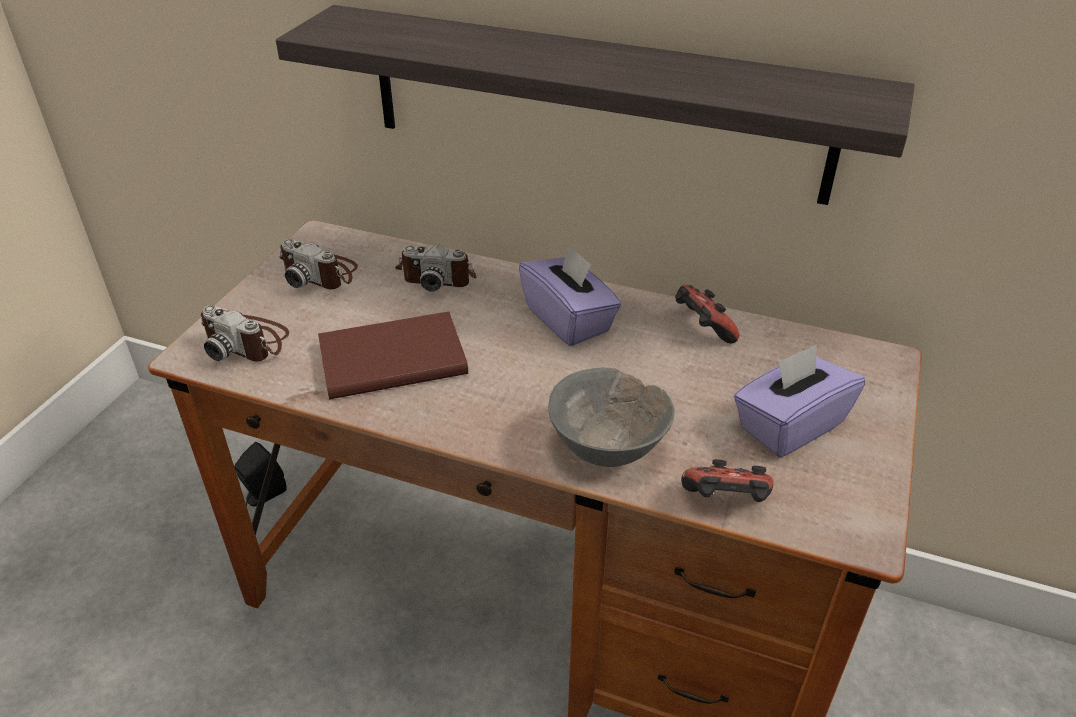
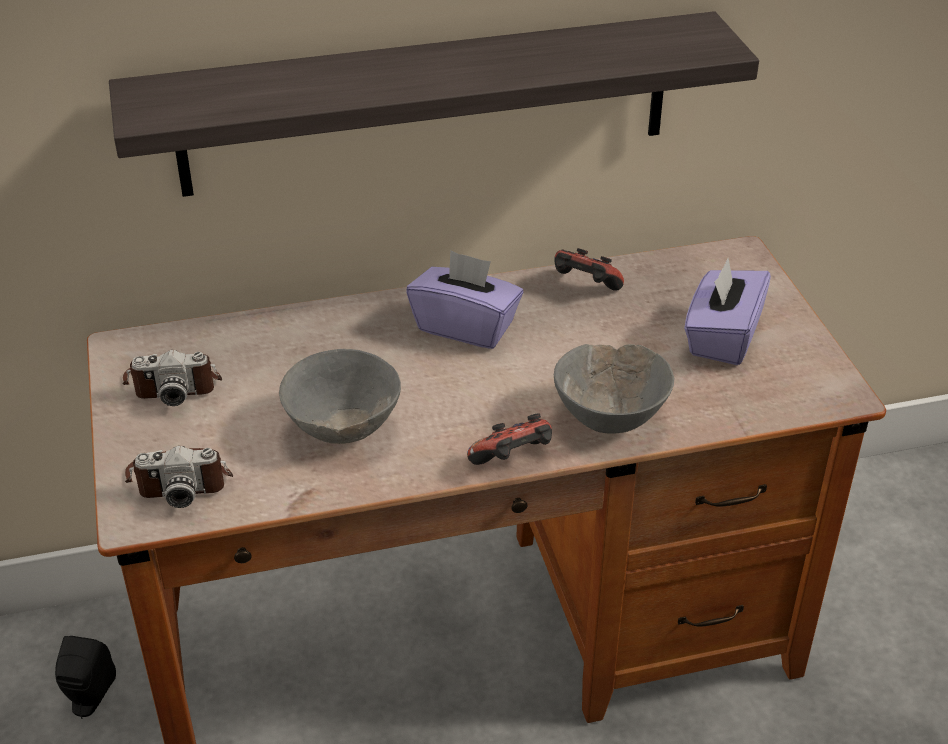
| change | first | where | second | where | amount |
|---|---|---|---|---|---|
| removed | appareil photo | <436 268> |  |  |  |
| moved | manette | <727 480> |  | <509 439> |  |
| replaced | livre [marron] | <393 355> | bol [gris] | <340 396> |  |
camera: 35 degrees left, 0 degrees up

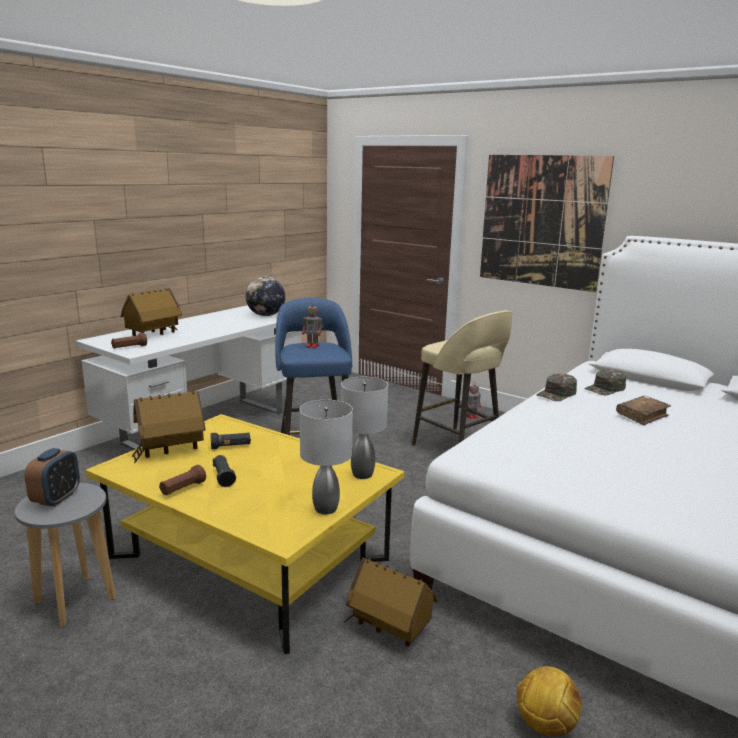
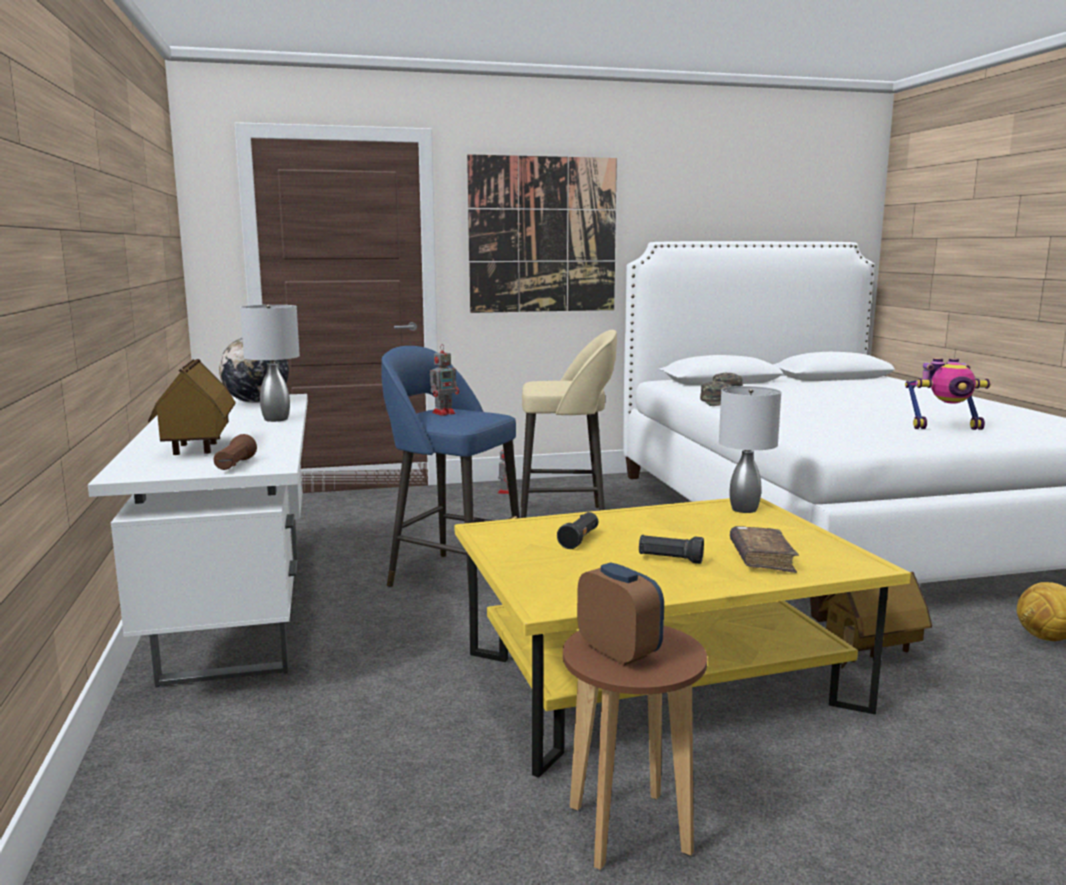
| change | first | where | second | where | amount |
|---|---|---|---|---|---|
| removed | maison miniature | <169 427> |  |  |  |
| removed | lampe de poche [marron] | <182 480> |  |  |  |
| added |  |  | robot jouet | <948 394> |  |
| moved | lampe de table [gris] | <326 457> |  | <270 363> |  |
| moved | livre [marron] | <643 410> |  | <764 549> |  |
| recoloured | tabouret [gris] | <65 555> | tabouret [marron] | <635 748> |  |
camera: 50 degrees left, 5 degrees down

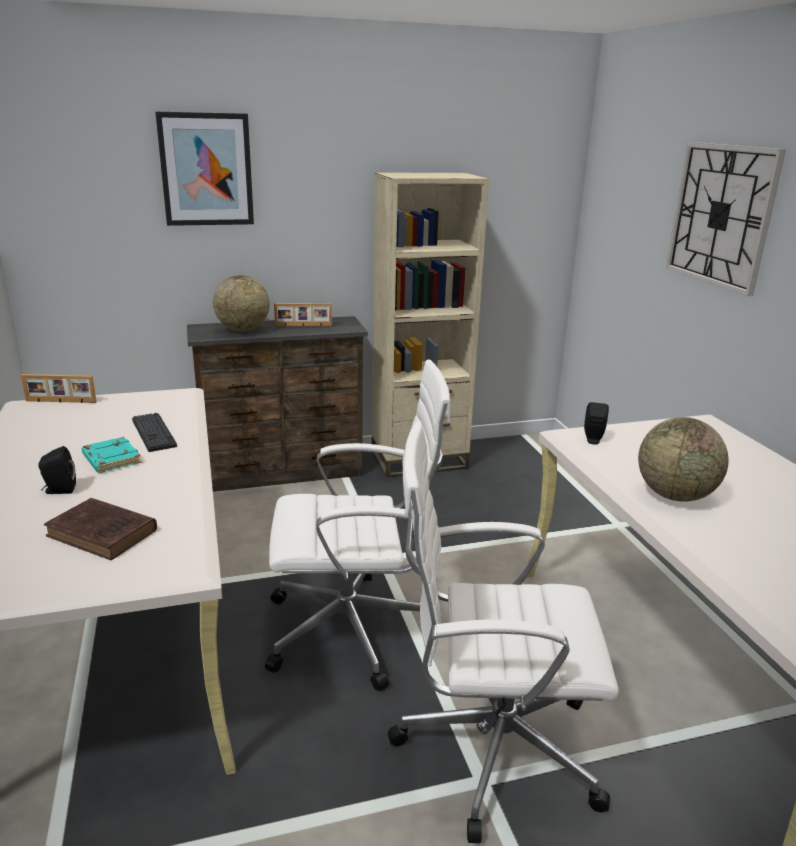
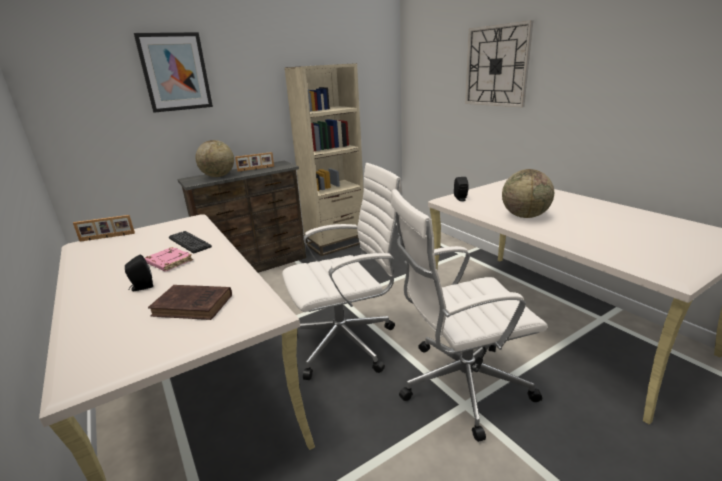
| change | first | where | second | where | amount |
|---|---|---|---|---|---|
| recoloured | livre [turquoise] | <111 455> | livre [rose] | <169 259> |  |
camera: 15 degrees left, 0 degrees up

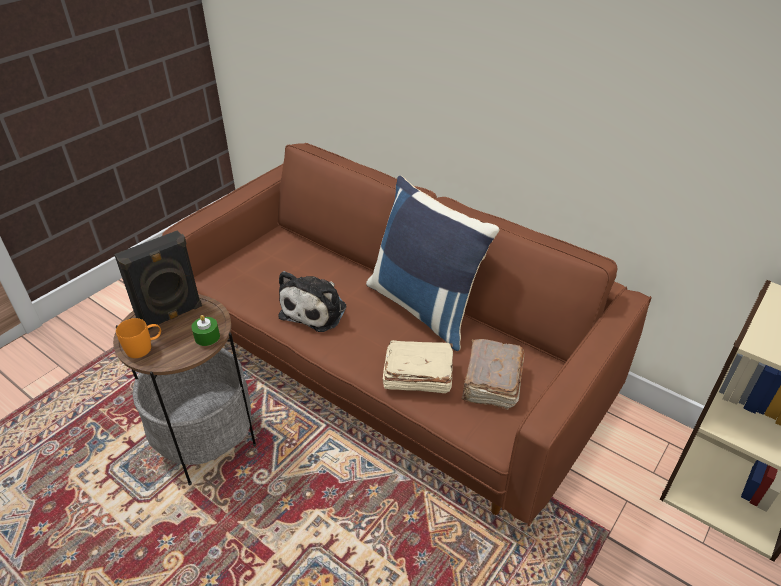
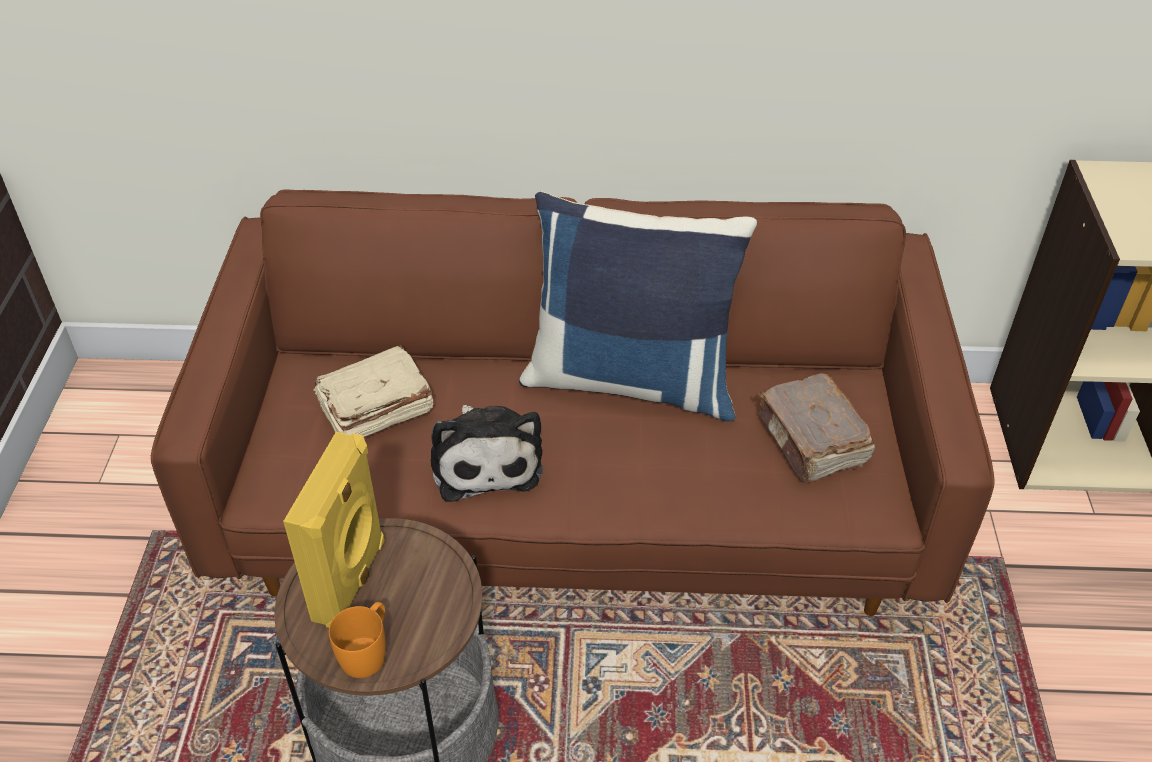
| change | first | where | second | where | amount |
|---|---|---|---|---|---|
| removed | bougie [vert] | <205 330> |  |  |  |
| moved | livre [beige] | <417 366> |  | <373 391> |  |
| recoloured | enceinte [noir] | <158 280> | enceinte [jaune] | <334 530> |  |
camera: 35 degrees left, 5 degrees up

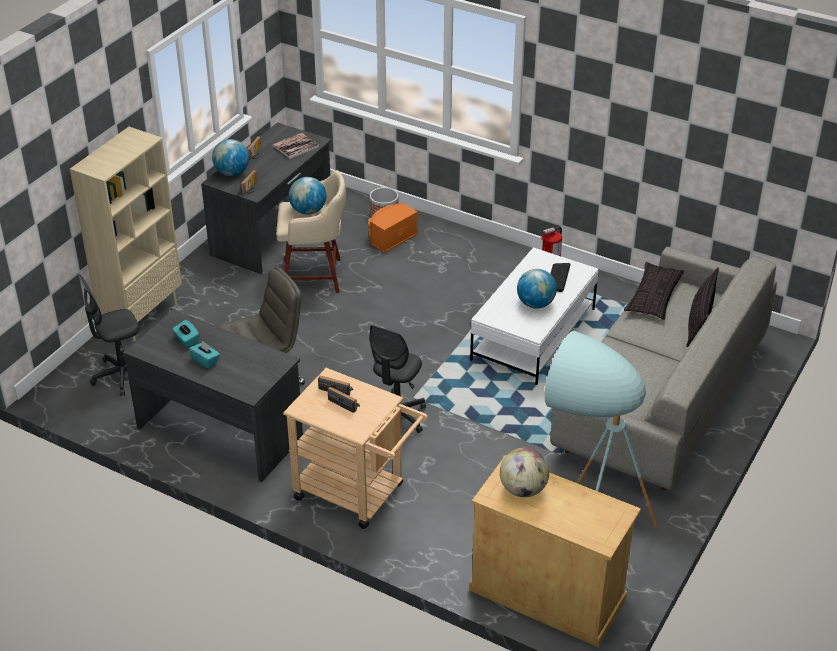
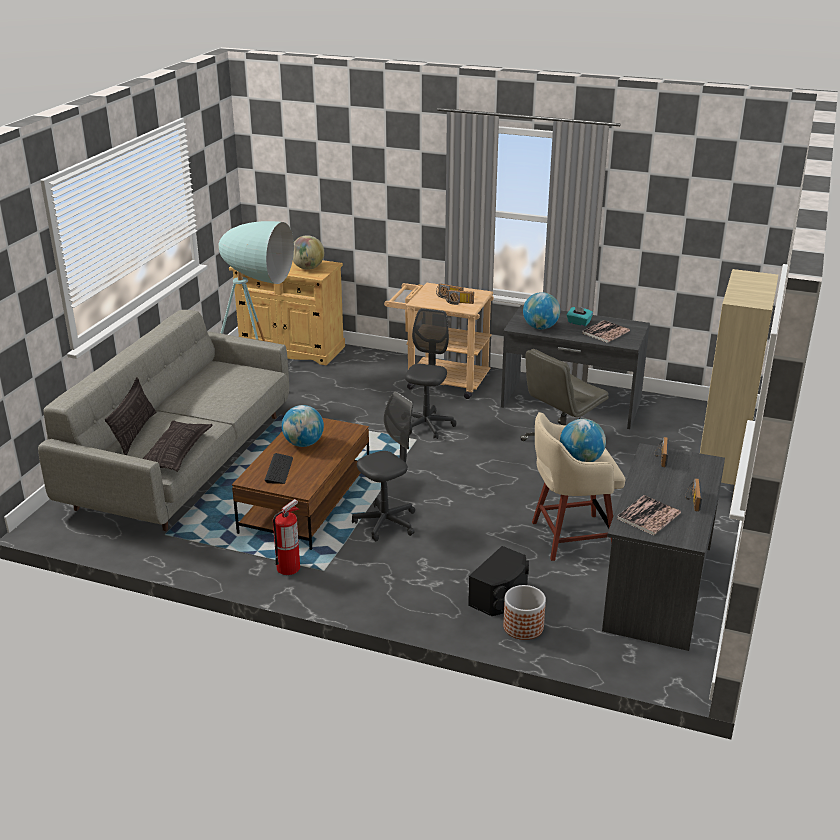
| change | first | where | second | where | amount |
|---|---|---|---|---|---|
| moved | chaise de bureau [gris] | <108 335> |  | <383 466> |  |
| moved | globe | <230 157> |  | <541 310> |  |
| replaced | boîte à mouchoirs [turquoise] | <185 334> | livre | <606 331> |  |
| recoloured | enceinte [orange] | <393 228> | enceinte [noir] | <498 581> |  |
| recoloured | table basse [blanc] | <534 316> | table basse [marron] | <300 484> |  |
camera: 170 degrees right, 10 degrees down

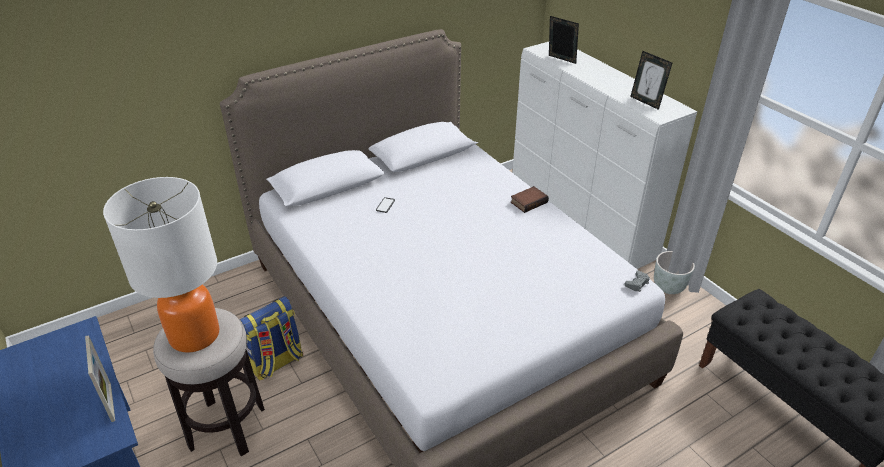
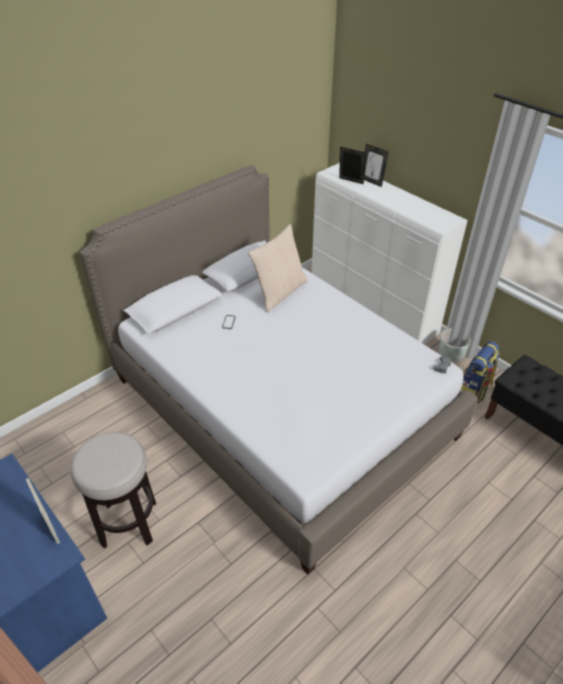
| change | first | where | second | where | amount |
|---|---|---|---|---|---|
| removed | lampe de table | <161 265> |  |  |  |
| removed | livre | <530 199> |  |  |  |
| added |  |  | coussin [beige] | <278 268> |  |
| moved | sac à dos | <271 338> |  | <480 372> |  |
| moved | cadre photo | <651 80> |  | <376 165> |  |
camera: 10 degrees left, 5 degrees up

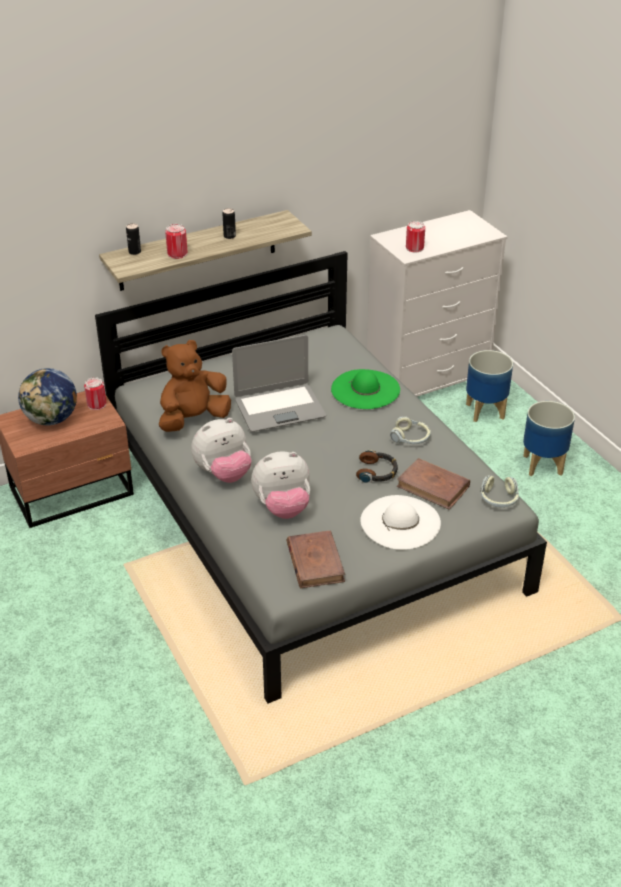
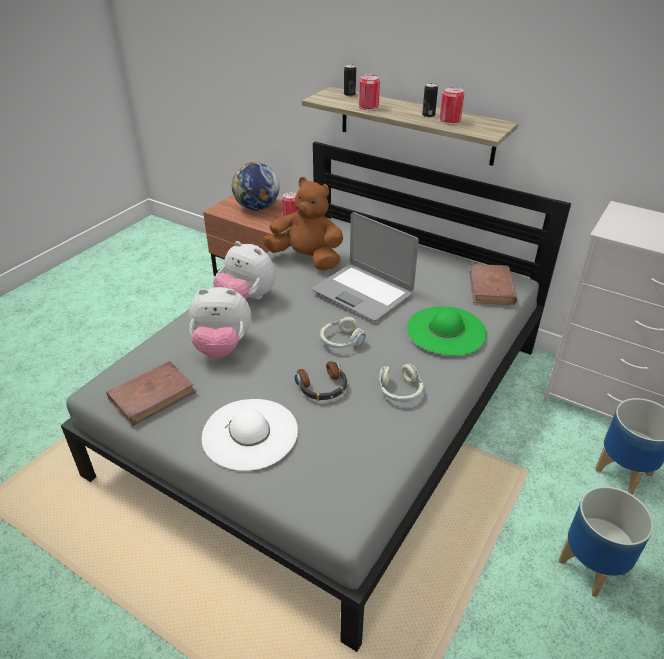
| change | first | where | second | where | amount |
|---|---|---|---|---|---|
| moved | livre [marron] | <433 484> |  | <493 284> |  |
| moved | boîte métallique | <415 236> |  | <452 105> |  |
| moved | casque audio | <500 491> |  | <343 332> |  |
| turned | peluche | <280 485> |  | <220 322> | 45 degrees counterclockwise |
camera: 60 degrees right, 0 degrees up

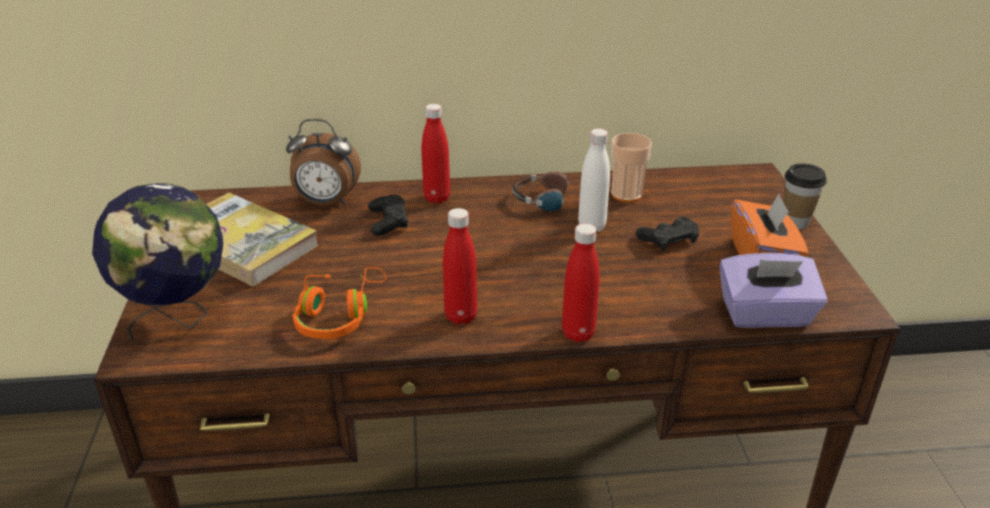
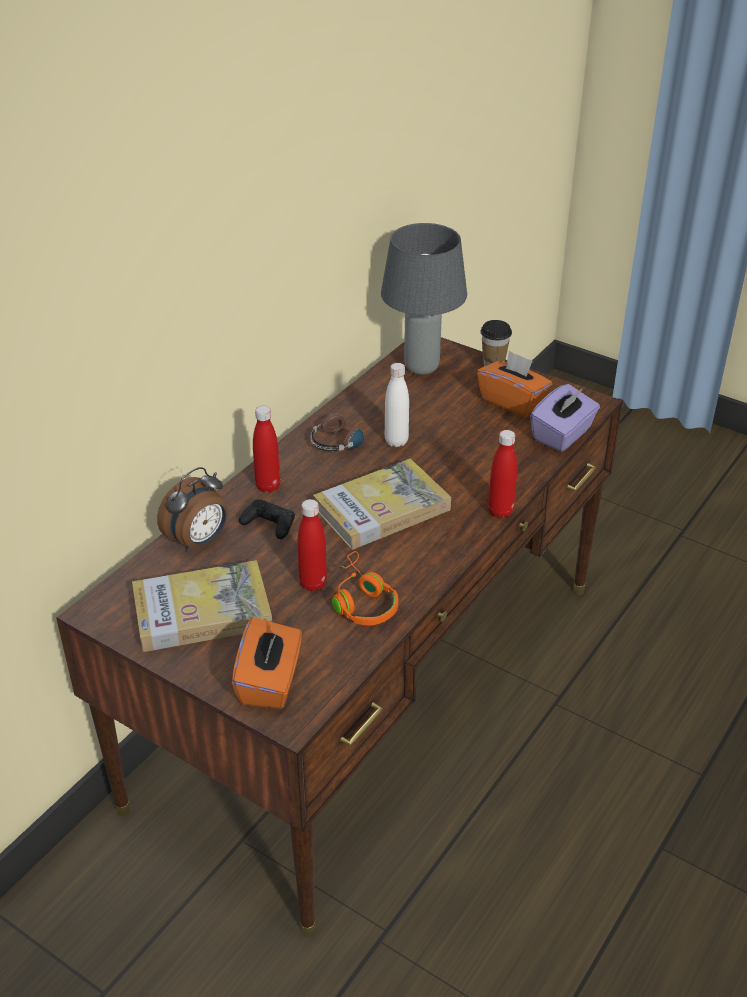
| change | first | where | second | where | amount |
|---|---|---|---|---|---|
| removed | tasse | <631 168> |  |  |  |
| removed | manette [noir] | <667 234> |  |  |  |
| added |  |  | livre | <382 504> |  |
| added |  |  | lampe de table [gris] | <424 299> |  |
| moved | bouteille [rouge] | <460 266> |  | <312 545> |  |
| replaced | globe | <157 262> | boîte à mouchoirs [orange] | <267 663> |  |
camera: 50 degrees left, 5 degrees up

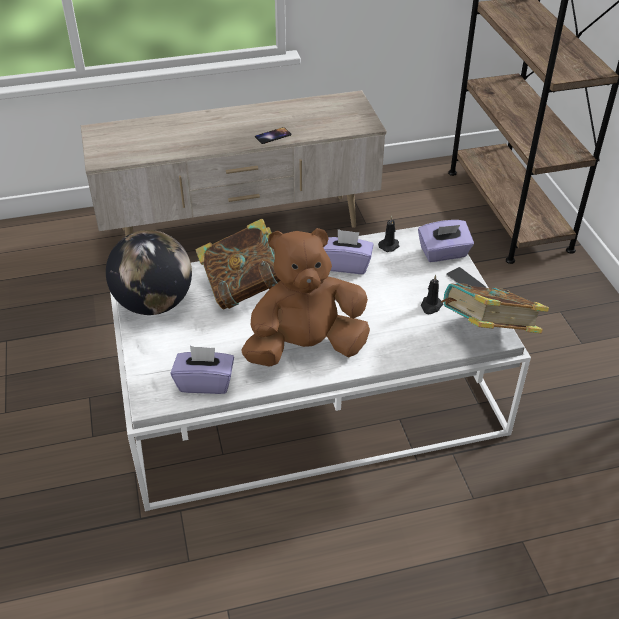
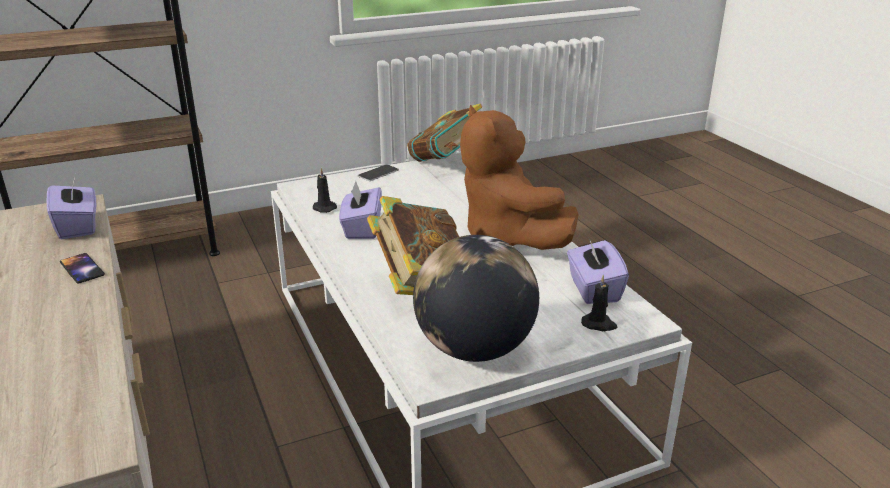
| change | first | where | second | where | amount |
|---|---|---|---|---|---|
| moved | boîte à mouchoirs [violet] | <446 241> |  | <71 206> |  |
| moved | bougie [noir] | <432 294> |  | <599 302> |  |
camera: 100 degrees left, 15 degrees down

